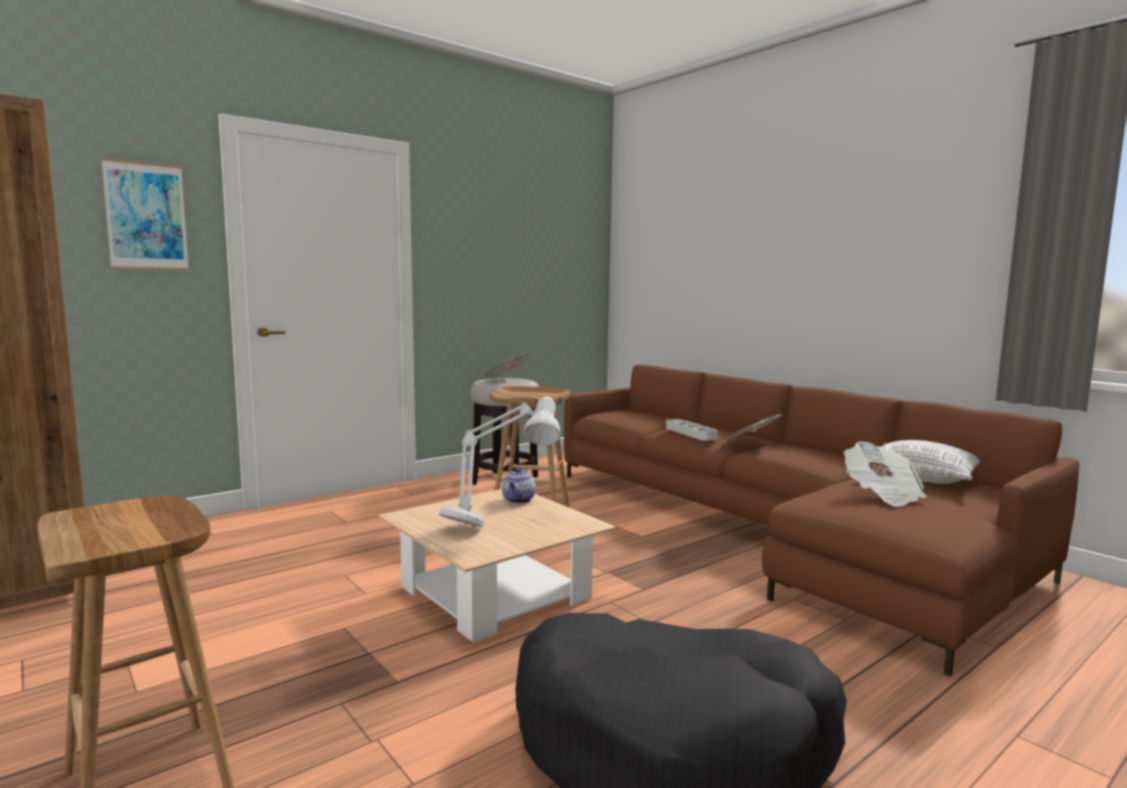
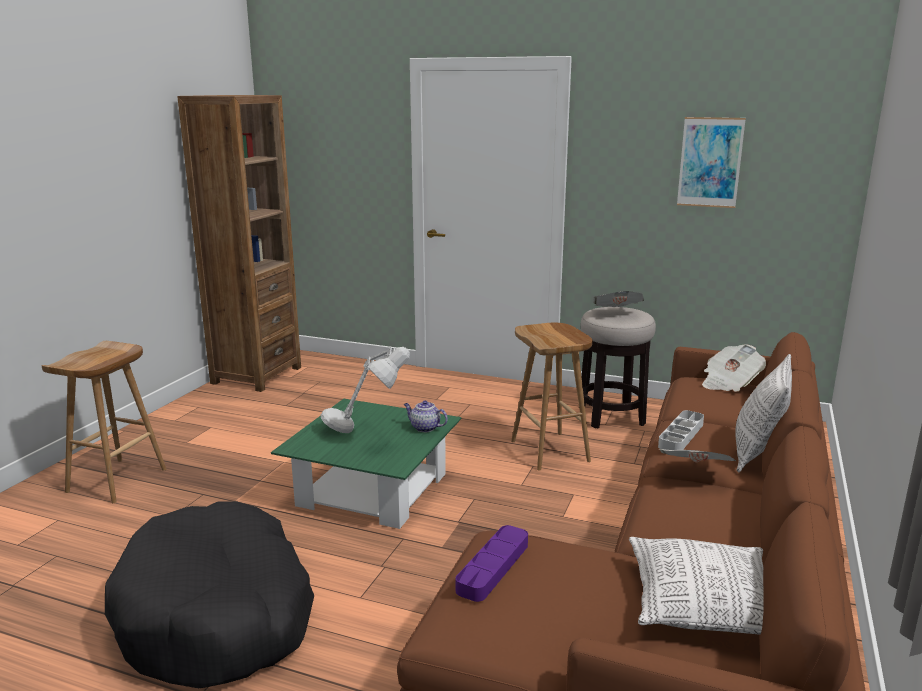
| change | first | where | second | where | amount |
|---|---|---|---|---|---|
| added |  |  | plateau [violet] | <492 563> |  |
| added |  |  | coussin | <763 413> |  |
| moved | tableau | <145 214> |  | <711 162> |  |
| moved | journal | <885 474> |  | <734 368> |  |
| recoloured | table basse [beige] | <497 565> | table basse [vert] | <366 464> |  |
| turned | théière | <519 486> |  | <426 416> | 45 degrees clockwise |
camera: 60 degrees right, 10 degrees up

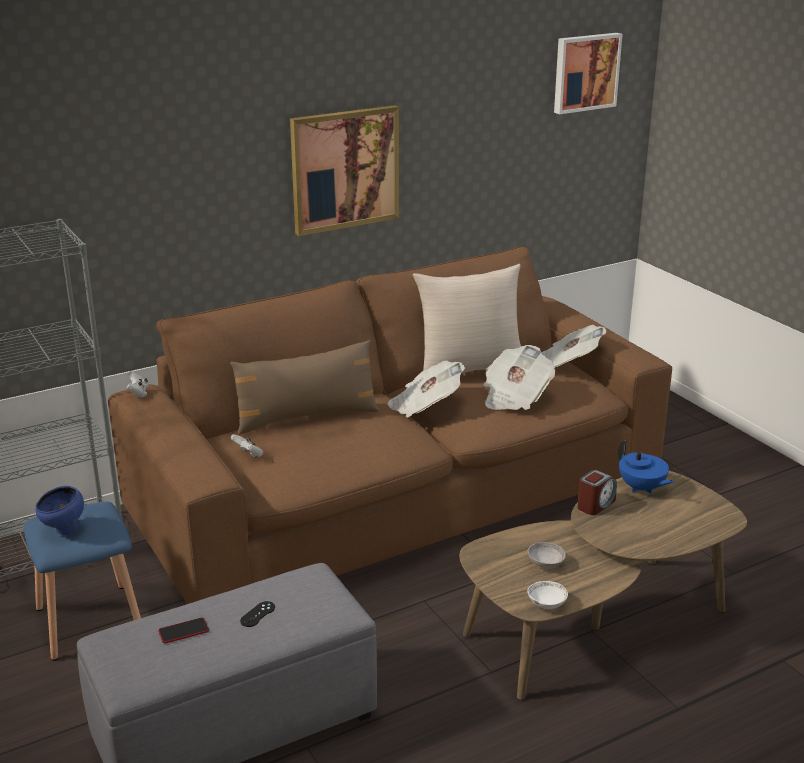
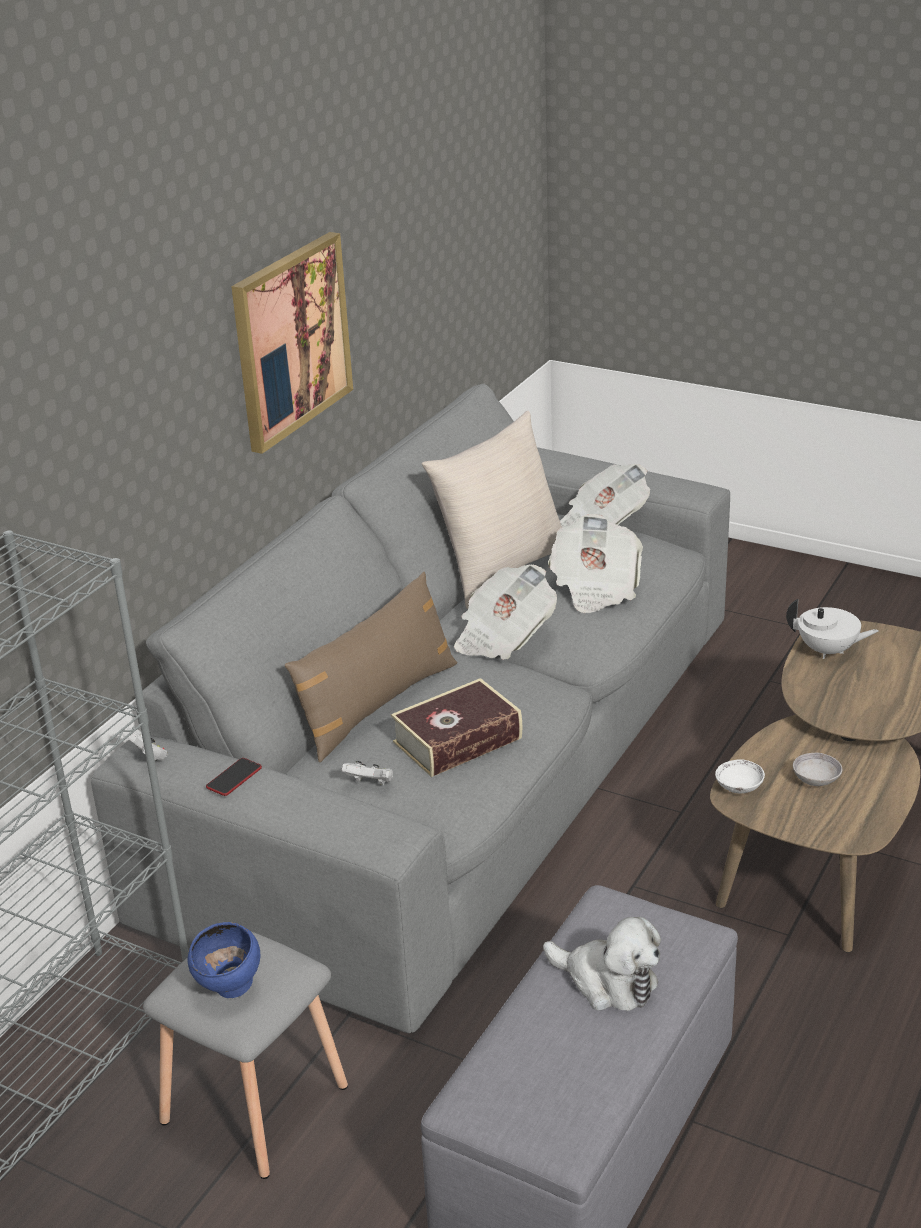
| change | first | where | second | where | amount |
|---|---|---|---|---|---|
| removed | tableau | <588 73> |  |  |  |
| removed | réveil | <597 492> |  |  |  |
| added |  |  | livre | <456 727> |  |
| moved | téléphone | <183 630> |  | <234 777> |  |
| moved | bol [blanc] | <547 595> |  | <740 776> |  |
| replaced | manette [noir] | <257 614> | peluche | <602 964> |  |
| recoloured | tabouret [bleu] | <82 581> | tabouret [gris] | <245 1055> |  |
| recoloured | canapé [marron] | <390 425> | canapé [gris] | <410 708> |  |
| recoloured | théière [bleu] | <646 467> | théière [blanc] | <832 629> |  |
camera: 30 degrees left, 5 degrees up

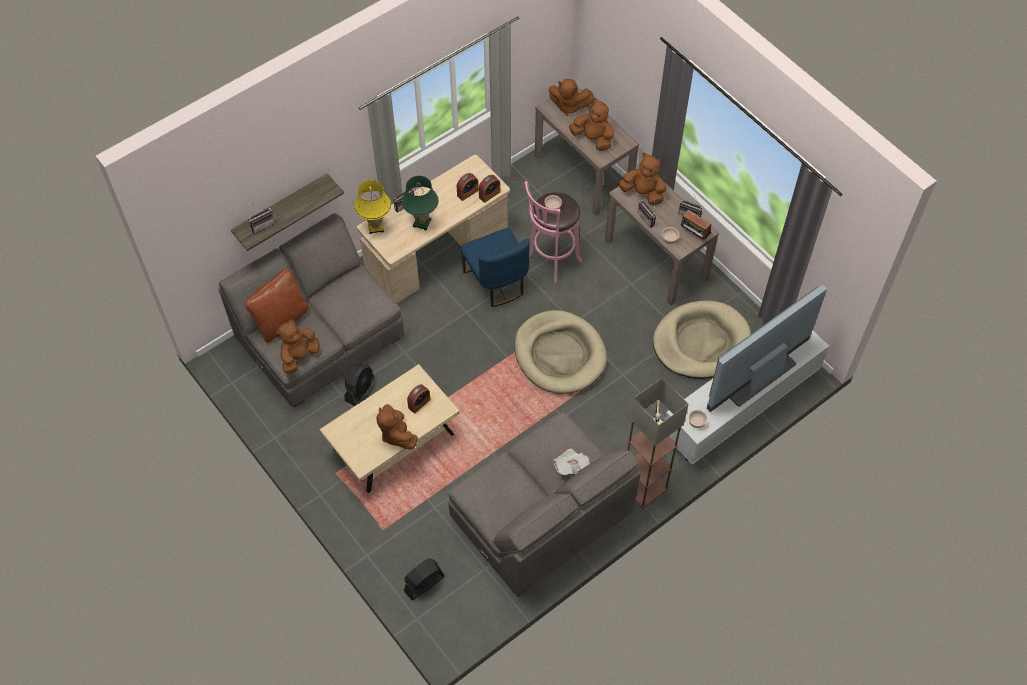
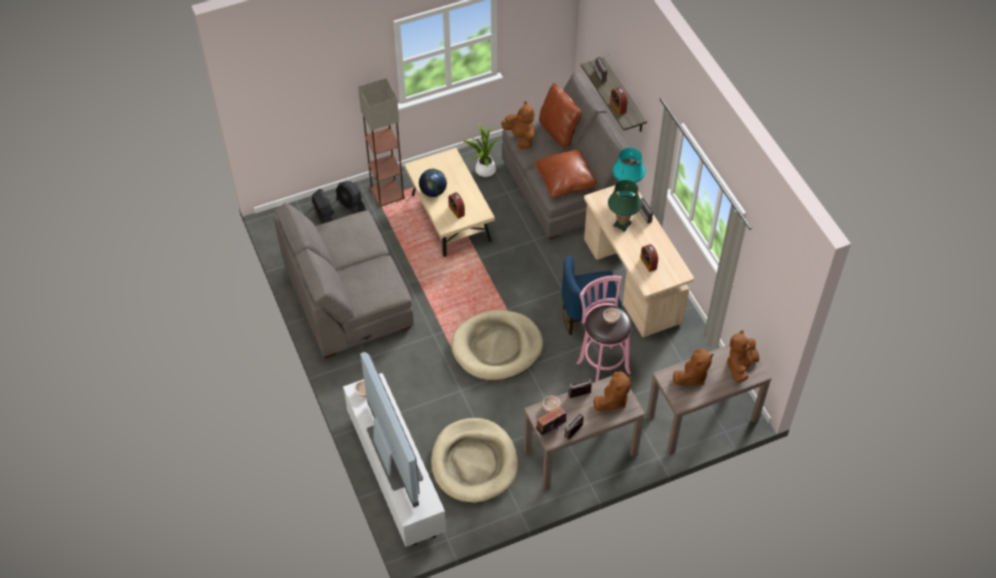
| change | first | where | second | where | amount |
|---|---|---|---|---|---|
| removed | journal | <571 462> |  |  |  |
| added |  |  | plante en pot | <481 150> |  |
| added |  |  | coussin [marron] | <566 173> |  |
| moved | ventilateur [noir] | <360 384> |  | <351 197> |  |
| moved | réveil | <489 189> |  | <619 101> |  |
| moved | lampadaire | <657 443> |  | <381 142> |  |
| replaced | peluche [marron] | <397 427> | globe | <433 183> |  |
| recoloured | lampe de table [jaune] | <372 207> | lampe de table [turquoise] | <629 172> |  |
camera: 105 degrees right, 5 degrees down

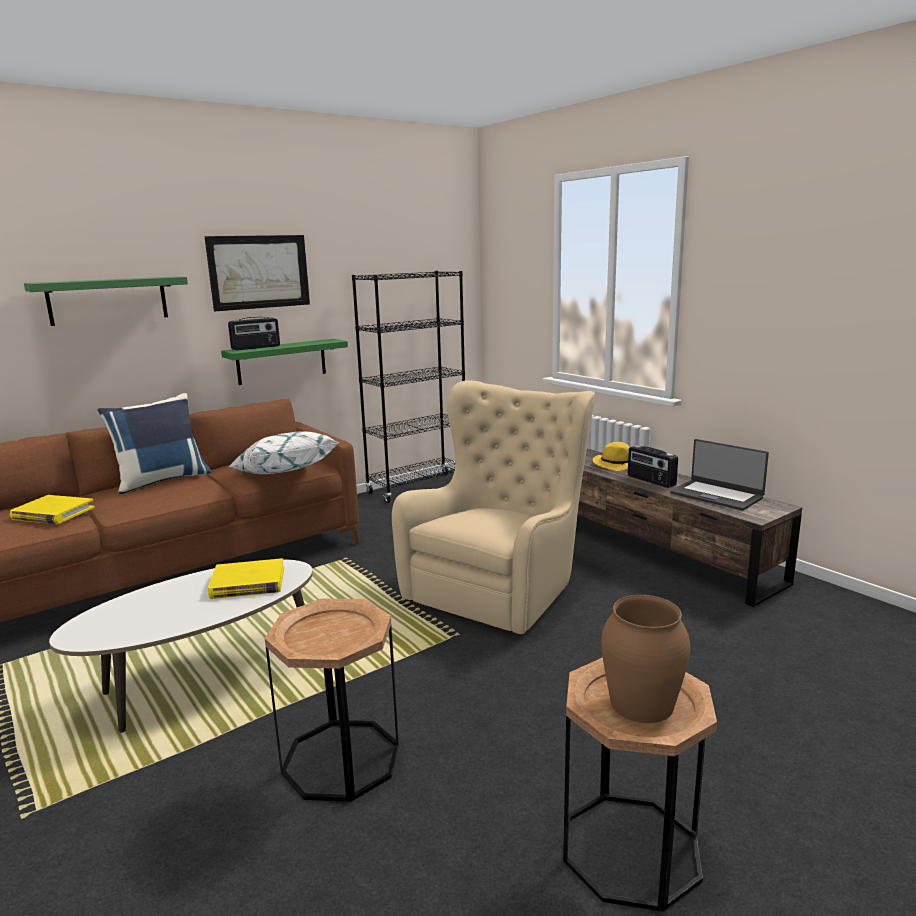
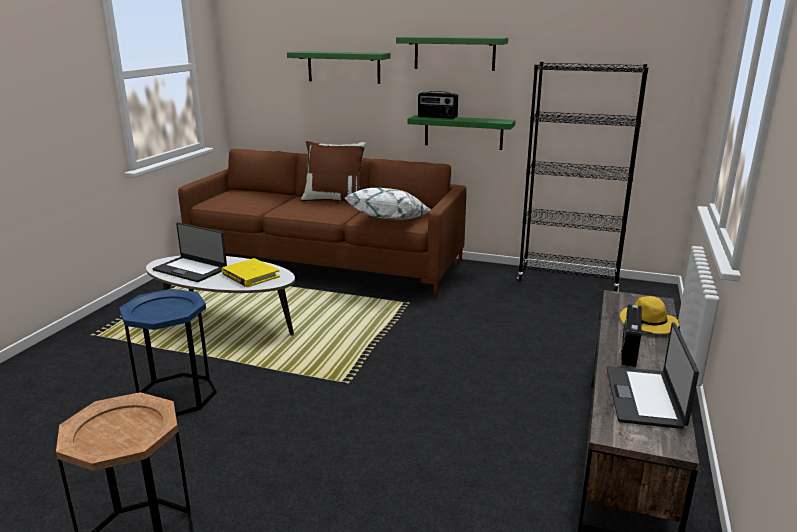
| change | first | where | second | where | amount |
|---|---|---|---|---|---|
| removed | livre [jaune] | <52 509> |  |  |  |
| removed | fauteuil [beige] | <493 507> |  |  |  |
| removed | vase [marron] | <646 659> |  |  |  |
| added |  |  | ordinateur portable | <189 252> |  |
| replaced | tableau | <257 273> | étagère [vert] | <452 54> |  |
| recoloured | coussin [bleu] | <155 443> | coussin [marron] | <333 172> |  |
| recoloured | table d'appoint [marron] | <332 700> | table d'appoint [bleu] | <168 352> |  |
camera: 55 degrees right, 5 degrees up

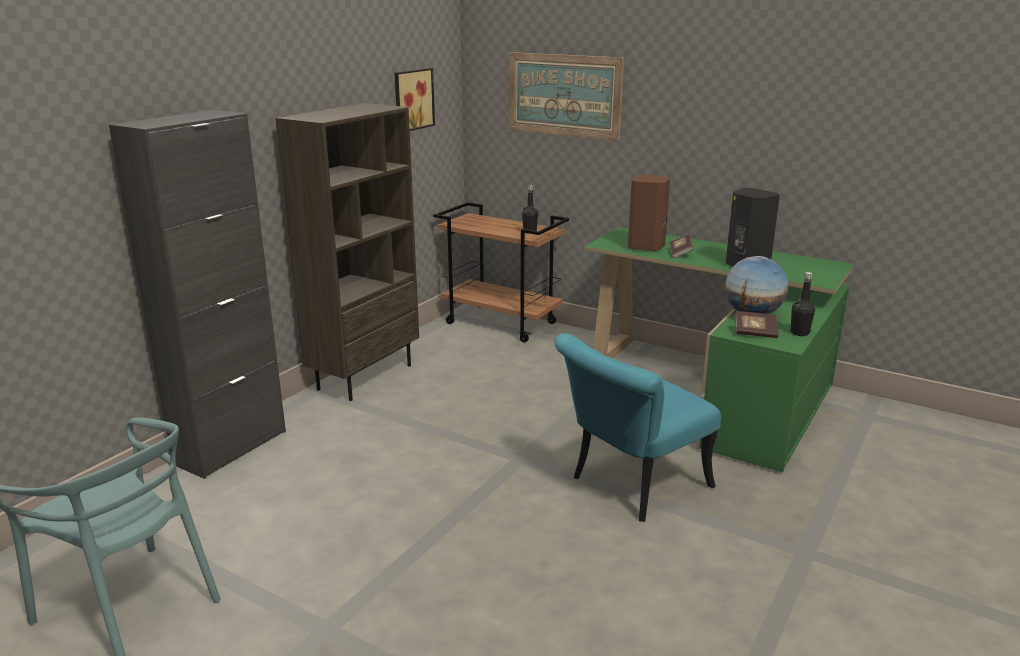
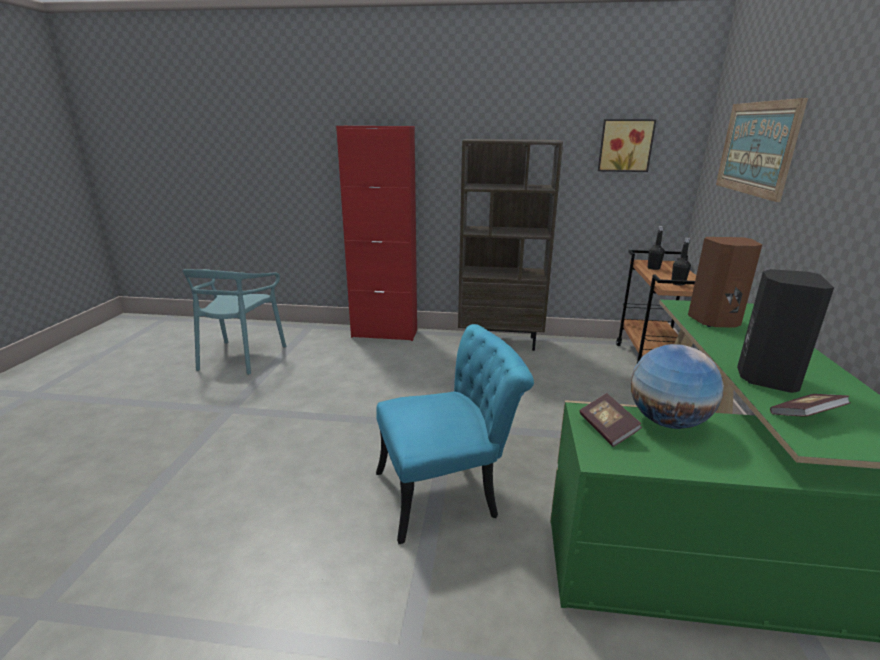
| change | first | where | second | where | amount |
|---|---|---|---|---|---|
| moved | livre | <681 246> |  | <810 405> |  |
| moved | bouteille [noir] | <803 304> |  | <656 248> |  |
| recoloured | meuble de rangement [noir] | <197 294> | meuble de rangement [rouge] | <376 233> |  |
| turned | chaise [turquoise] | <638 427> |  | <455 434> | 135 degrees clockwise |
camera: 65 degrees right, 0 degrees up

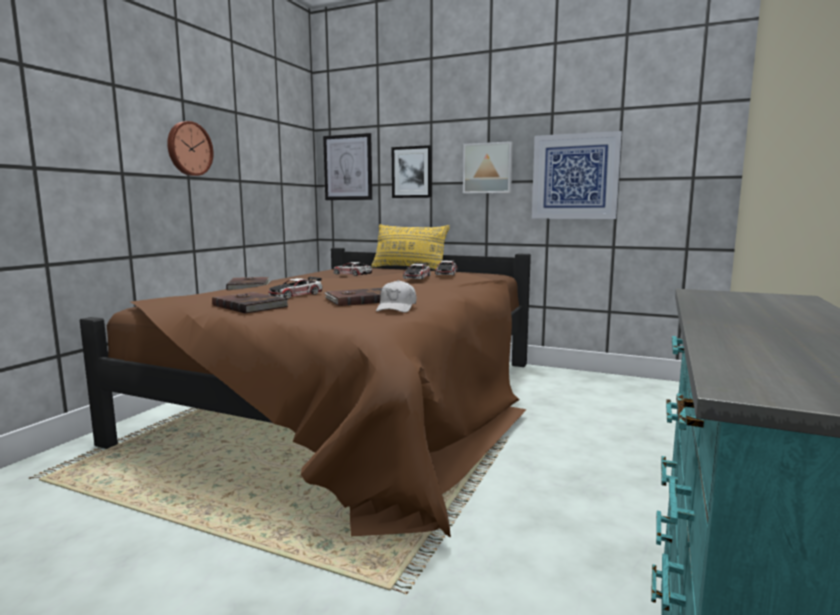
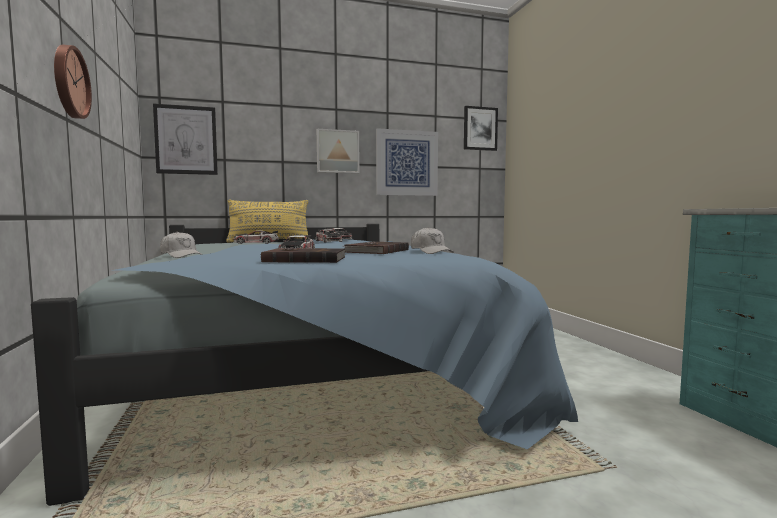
| change | first | where | second | where | amount |
|---|---|---|---|---|---|
| moved | tableau | <412 171> |  | <481 128> |  |
| replaced | livre [marron] | <248 283> | casquette [blanc] | <181 244> |  |
| recoloured | lit [marron] | <305 393> | lit [bleu] | <304 365> |  |
camera: 40 degrees left, 5 degrees down

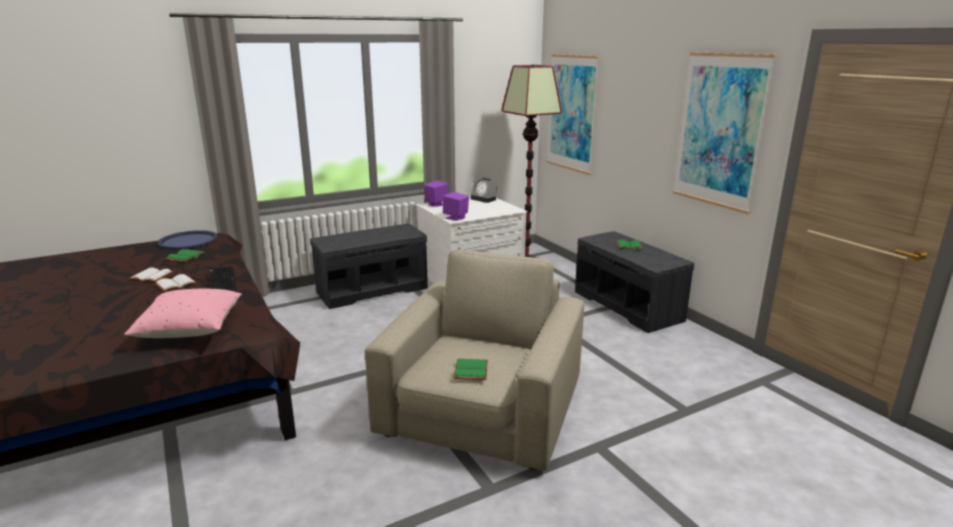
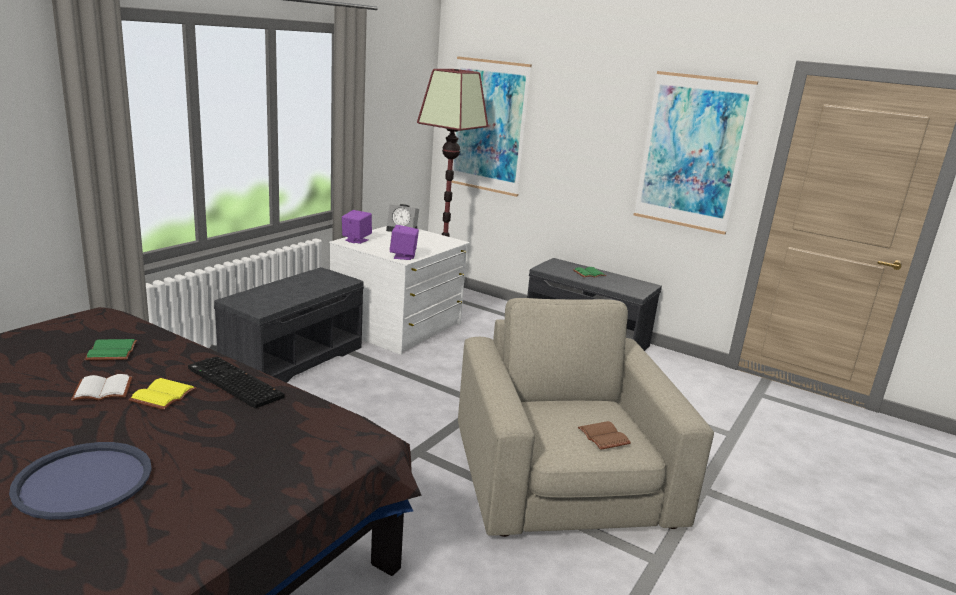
| change | first | where | second | where | amount |
|---|---|---|---|---|---|
| removed | coussin [rose] | <183 313> |  |  |  |
| moved | plateau [bleu] | <188 239> |  | <80 481> |  |
| recoloured | livre [blanc] | <175 283> | livre [jaune] | <162 394> |  |
| recoloured | livre [vert] | <470 369> | livre [marron] | <604 435> |  |
camera: 30 degrees left, 0 degrees up

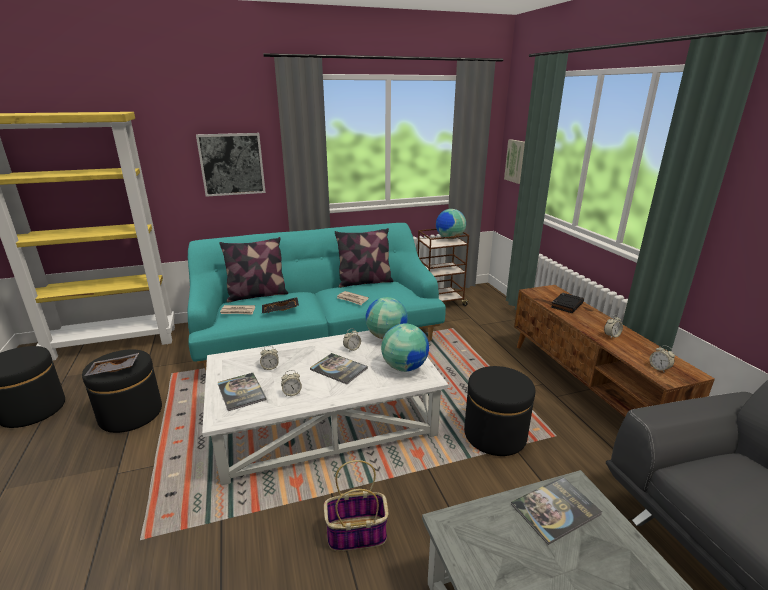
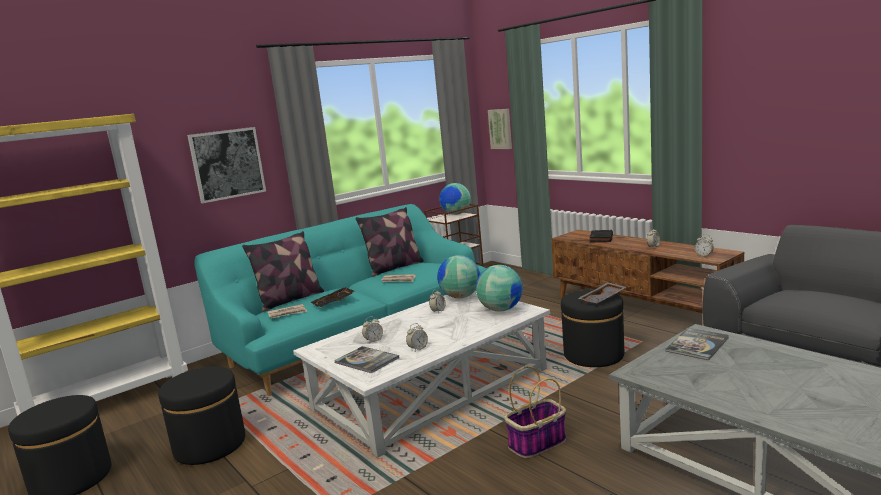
| change | first | where | second | where | amount |
|---|---|---|---|---|---|
| removed | livre | <339 369> |  |  |  |
| moved | plateau [gris] | <111 364> |  | <602 293> |  |
camera: 20 degrees left, 10 degrees down

